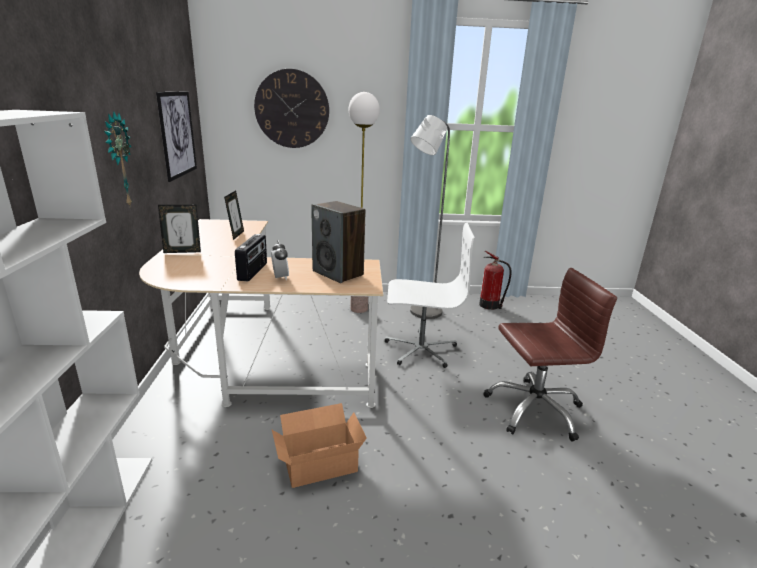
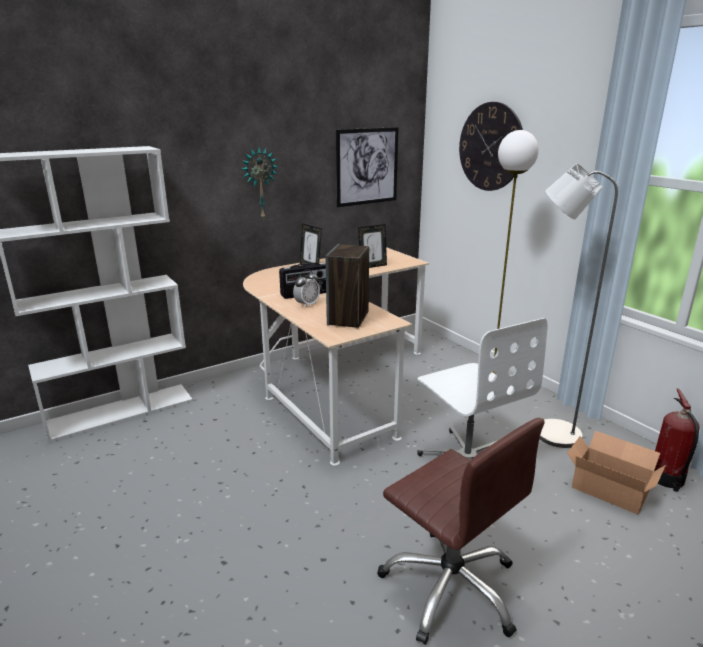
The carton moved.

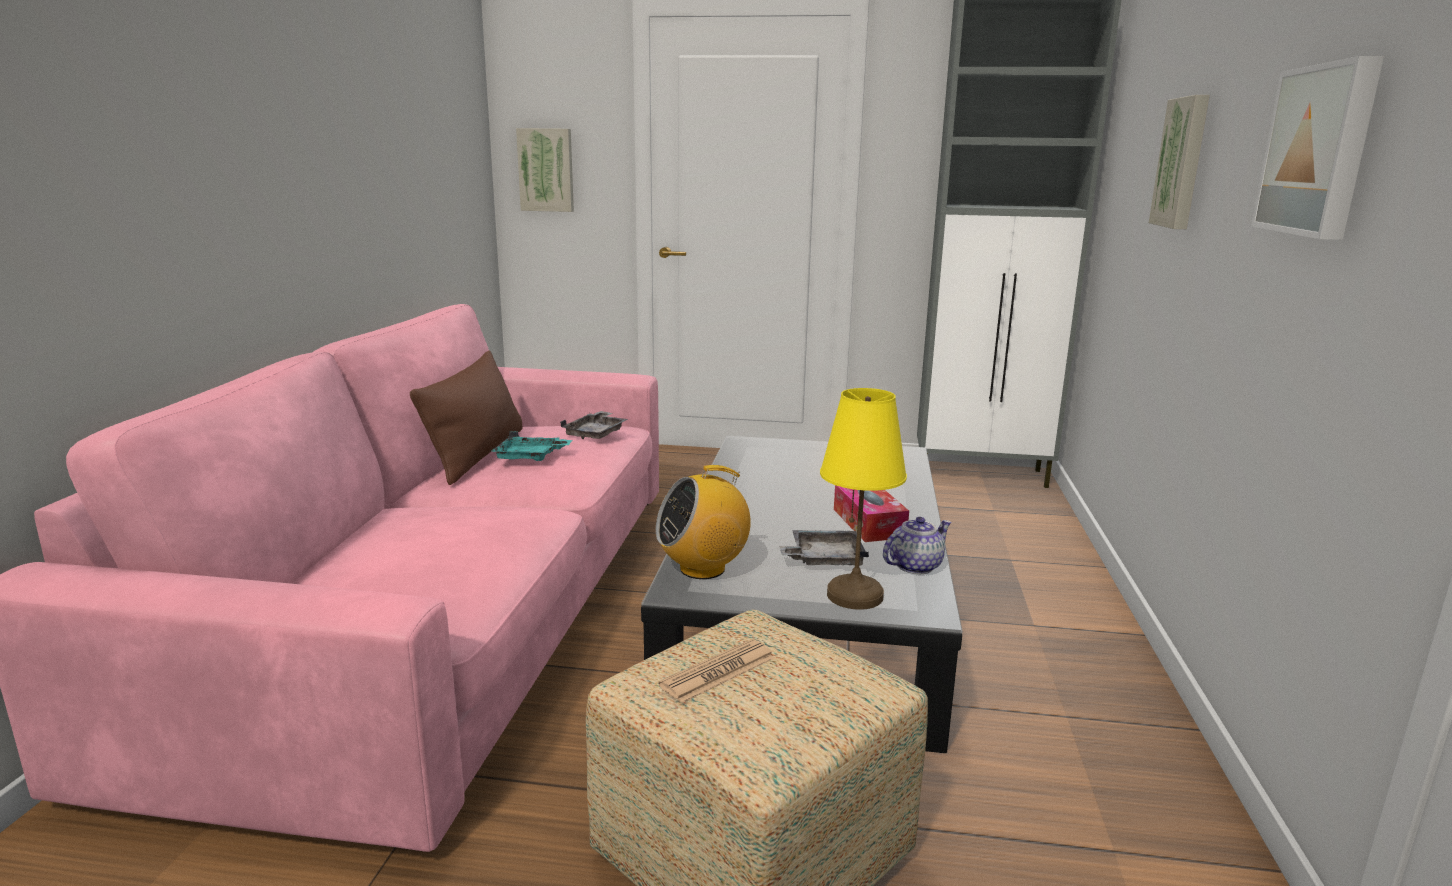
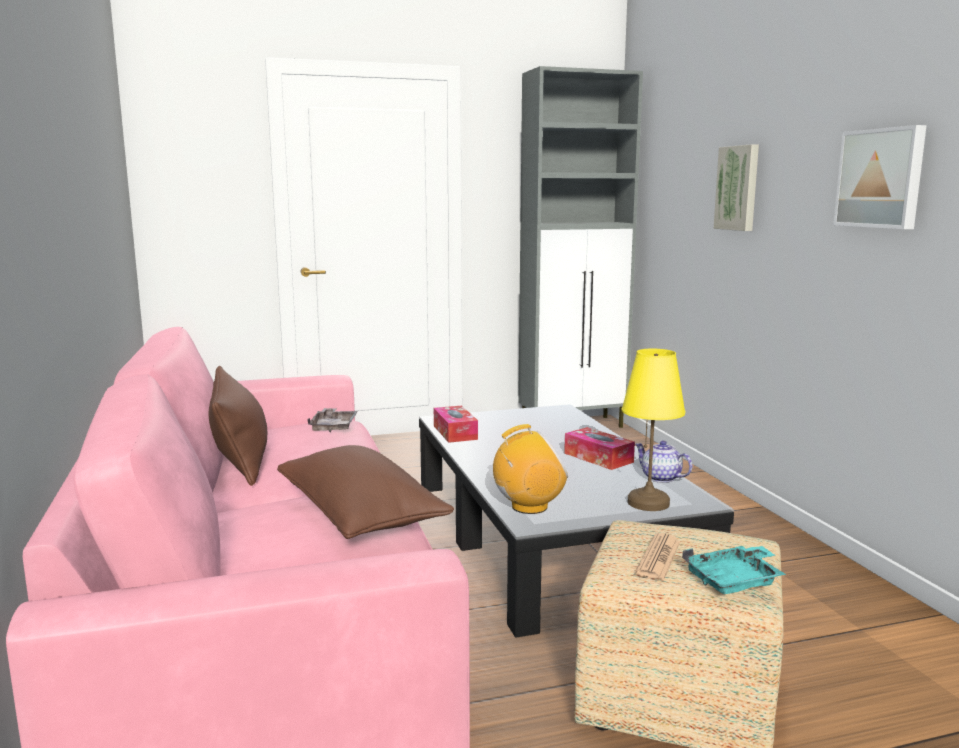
The tableau (1st from left) disappeared.
The plateau [turquoise] moved.
The radio turned 150 degrees counterclockwise.
The théière turned 75 degrees counterclockwise.
The plateau [gris] (2nd from left) disappeared.
The boîte à mouchoirs (1st from left) appeared.
The coussin [marron] (2nd from left) appeared.

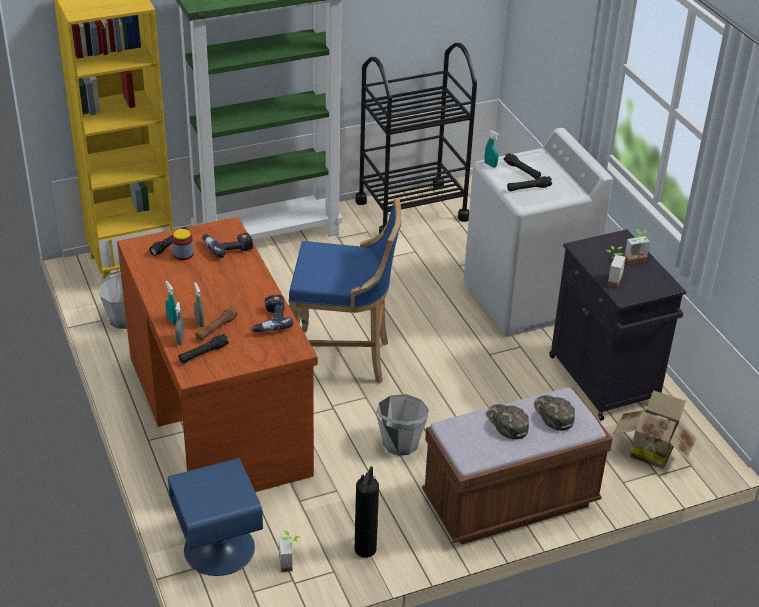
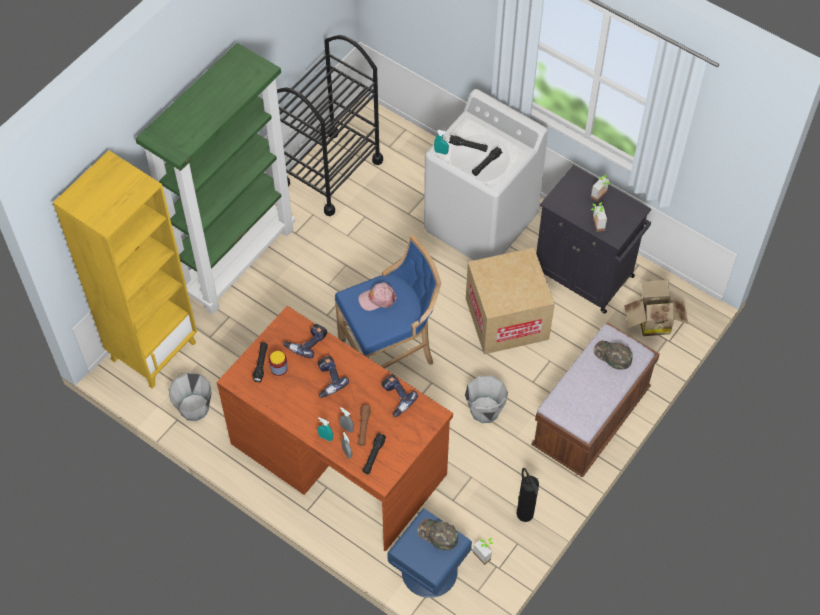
The casquette [vert] (1st from left) moved.
The carton (1st from left) appeared.
The casquette [rose] appeared.
The perceuse (2nd from left) appeared.

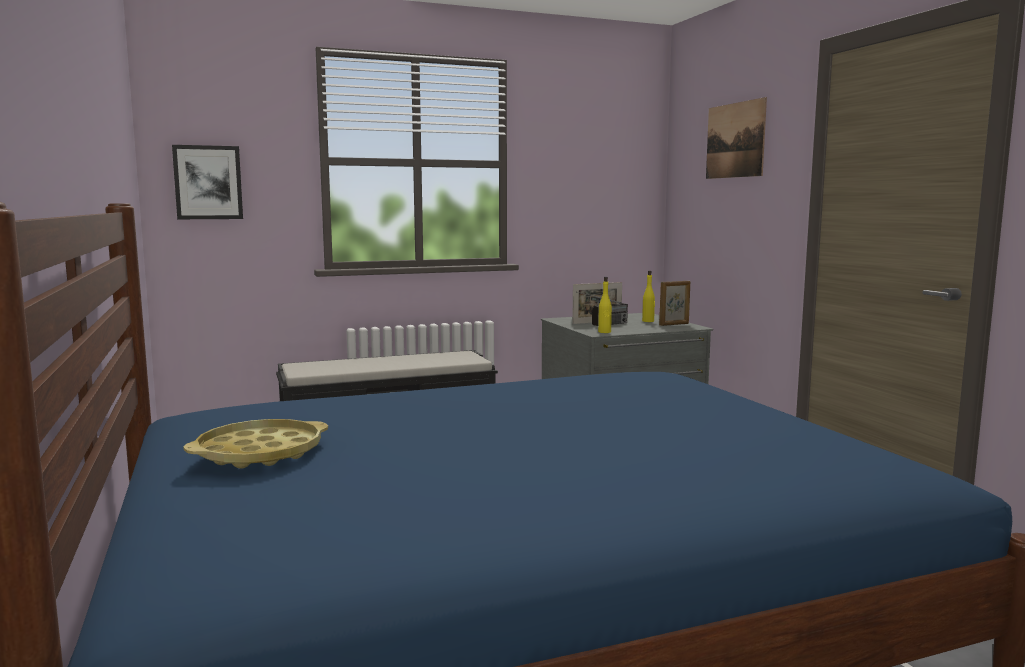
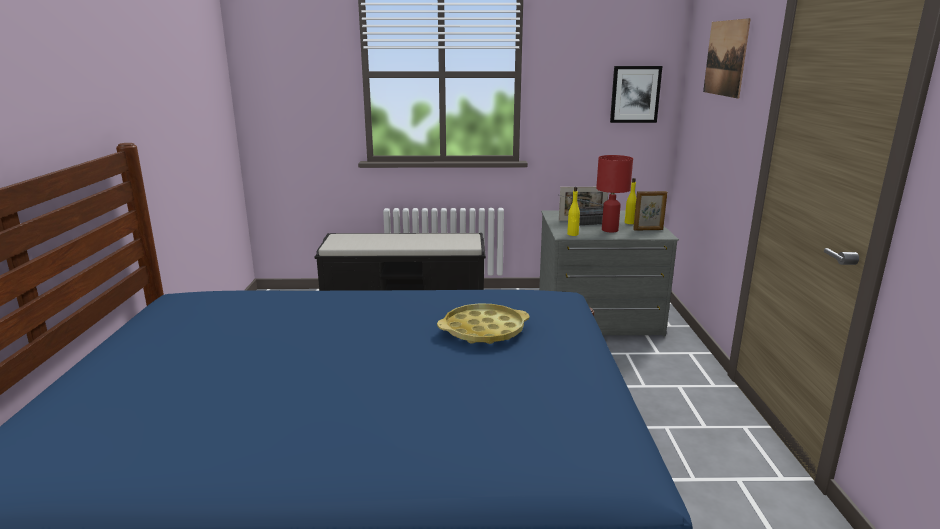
The tableau (1st from left) moved.
The plateau [jaune] moved.
The lampe de table [rouge] appeared.

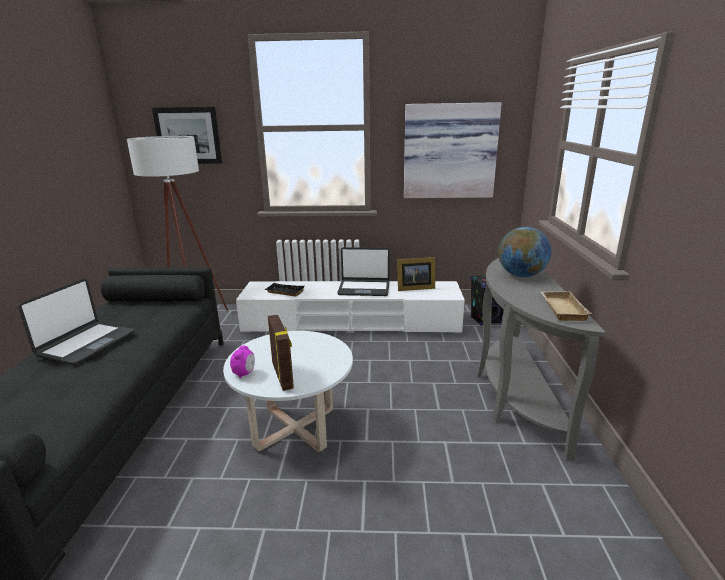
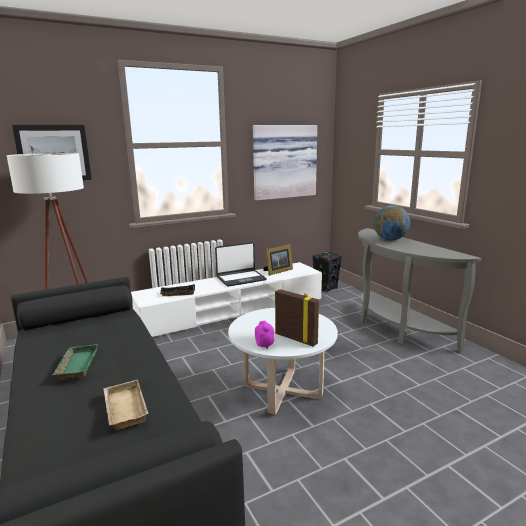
The ordinateur portable (1st from left) was replaced by the plateau [vert].
The plateau [beige] moved.

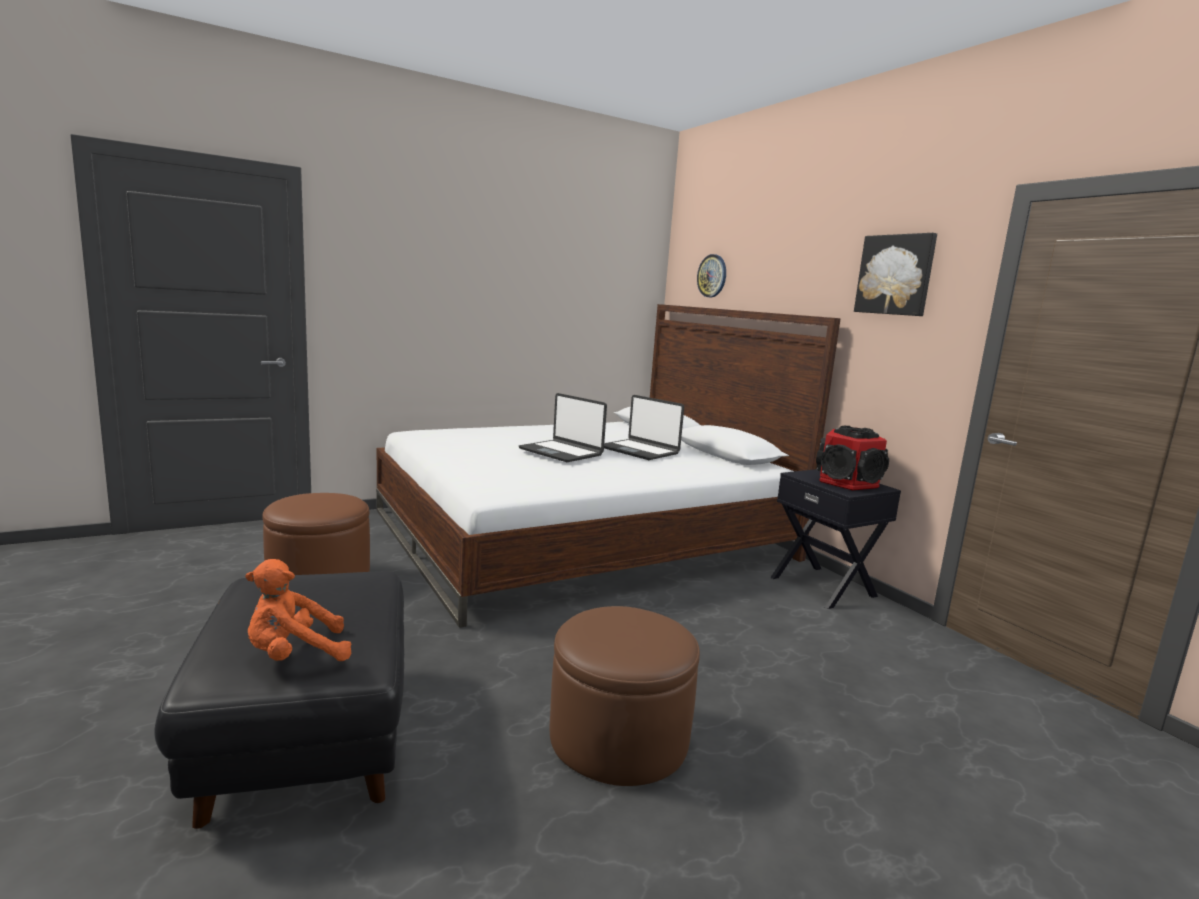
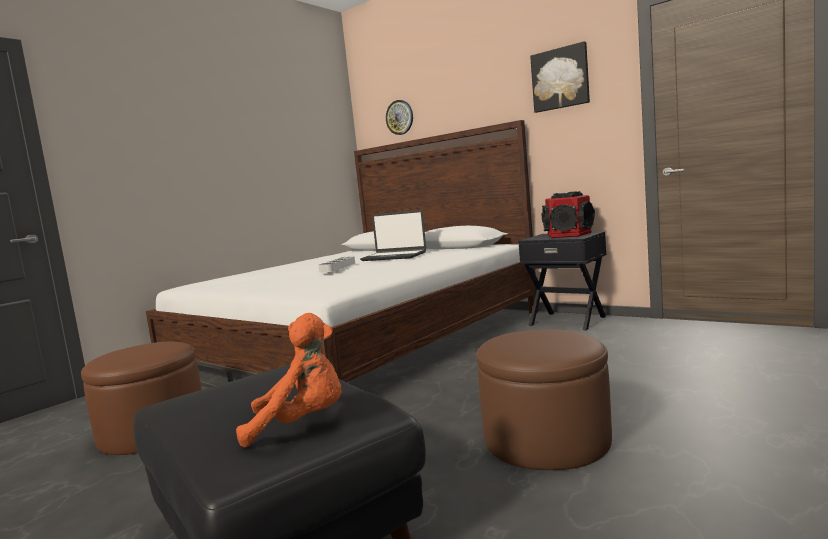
The ordinateur portable (1st from left) was replaced by the plateau [gris].
The peluche [orange] turned 135 degrees counterclockwise.

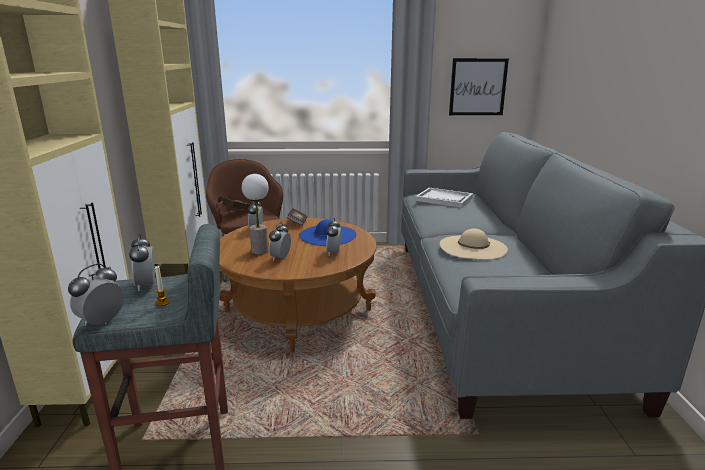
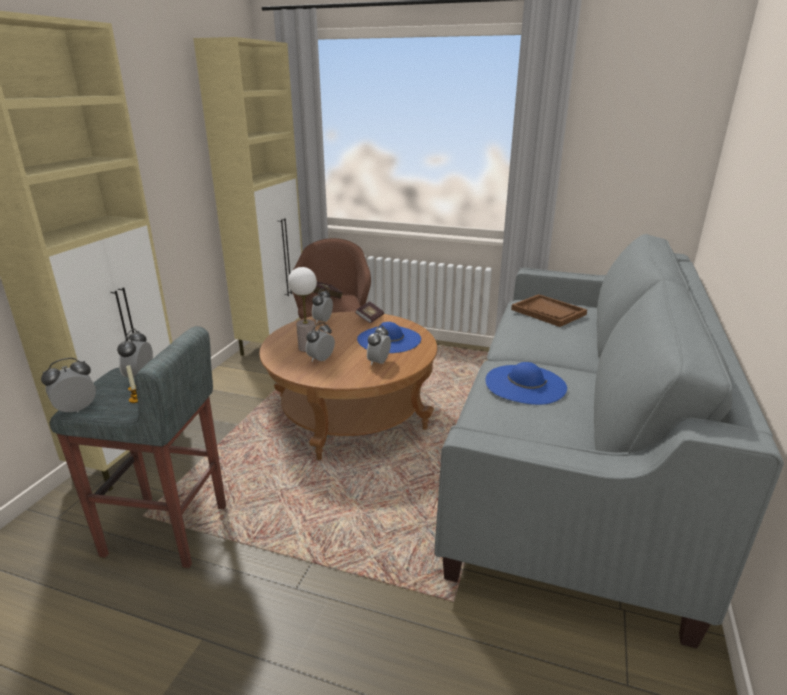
The tableau disappeared.
The plateau [blanc] became the plateau [marron].
The chapeau [beige] became the chapeau [bleu] (2nd from left).

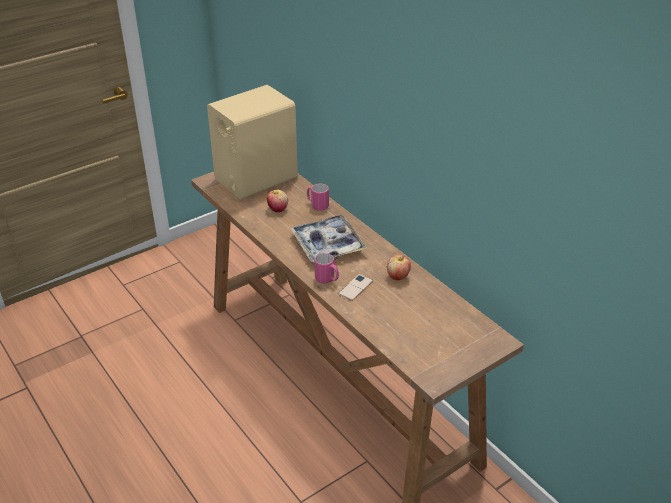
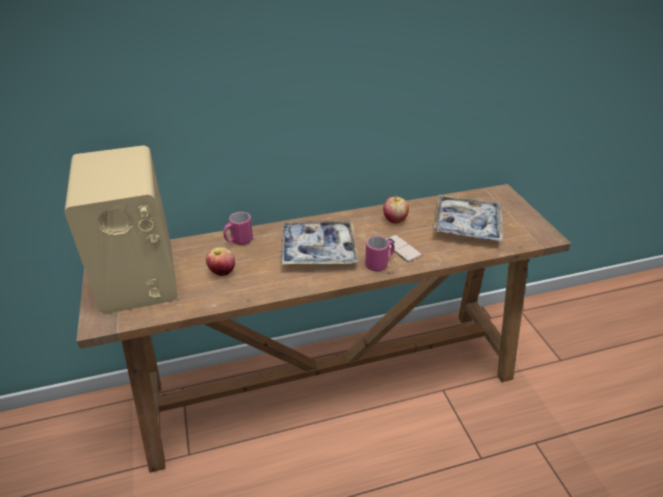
The plateau (2nd from left) appeared.

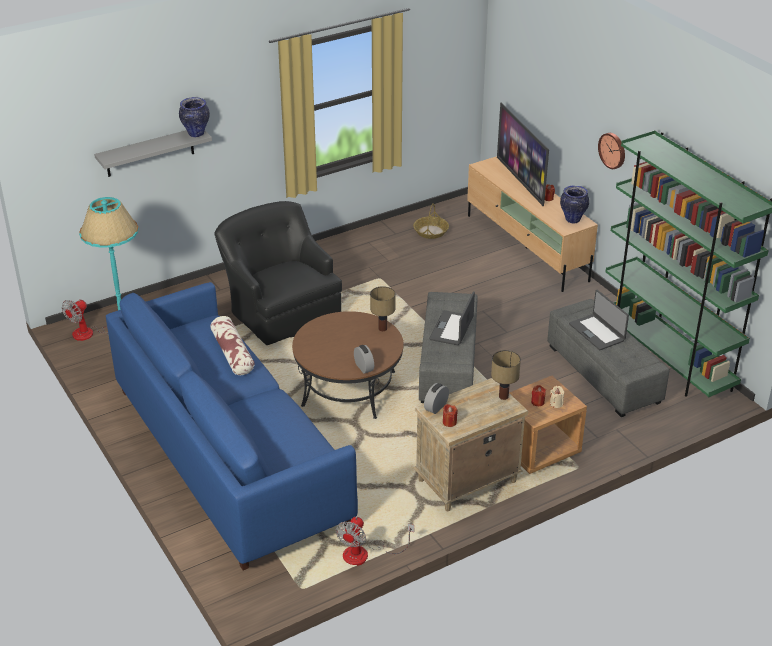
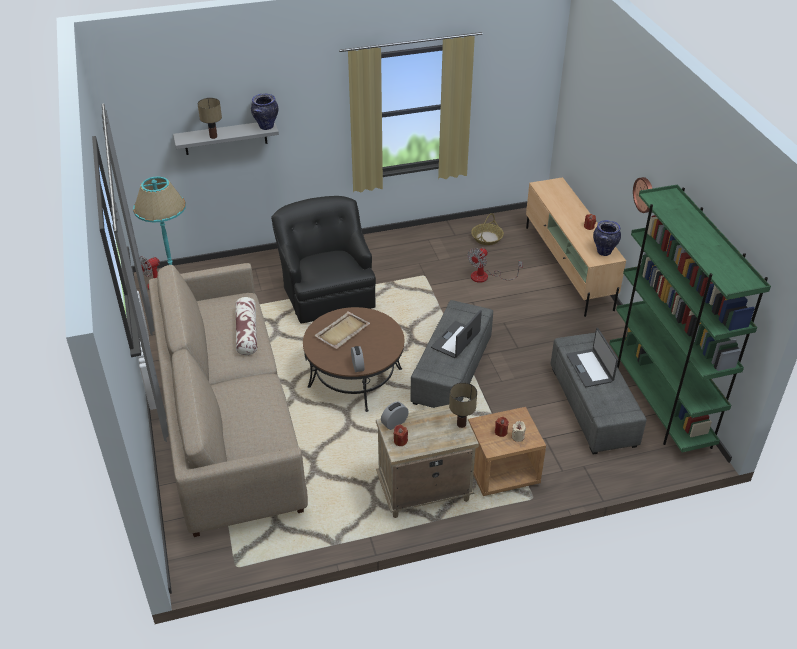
The téléviseur disappeared.
The canapé [bleu] became the canapé [beige].
The lampe de table (1st from left) moved.
The ventilateur (2nd from left) moved.
The plateau [beige] appeared.

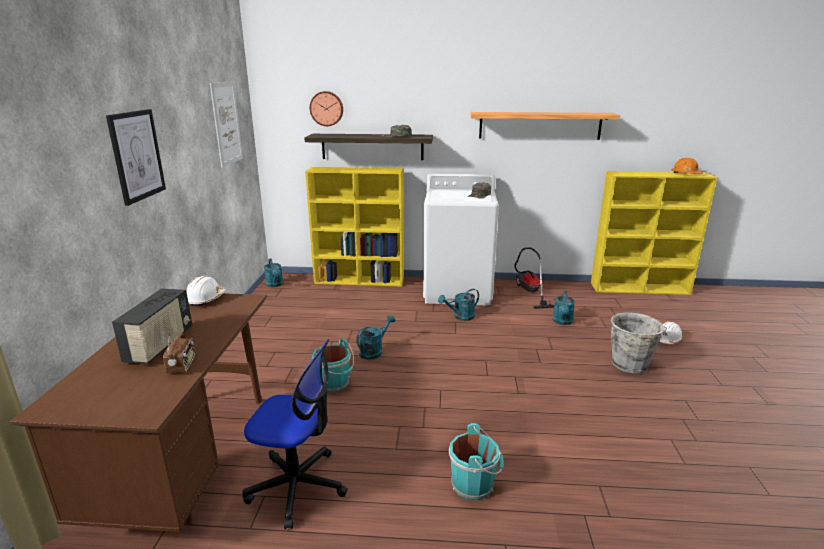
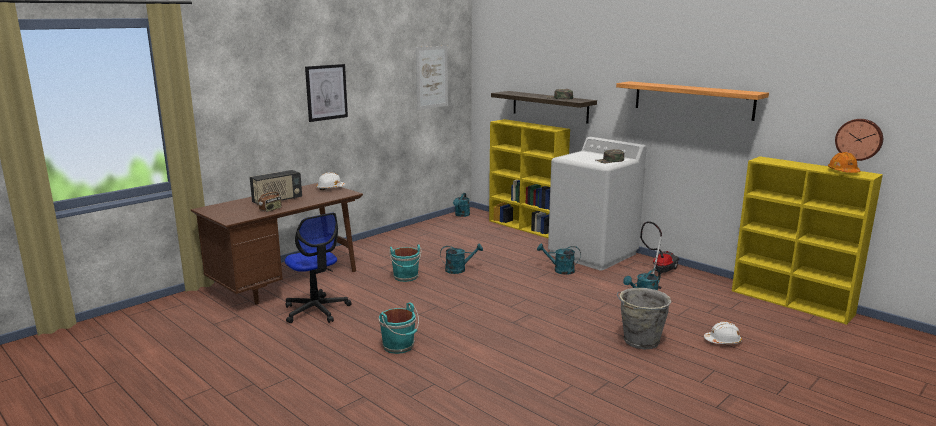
The horloge murale moved.

